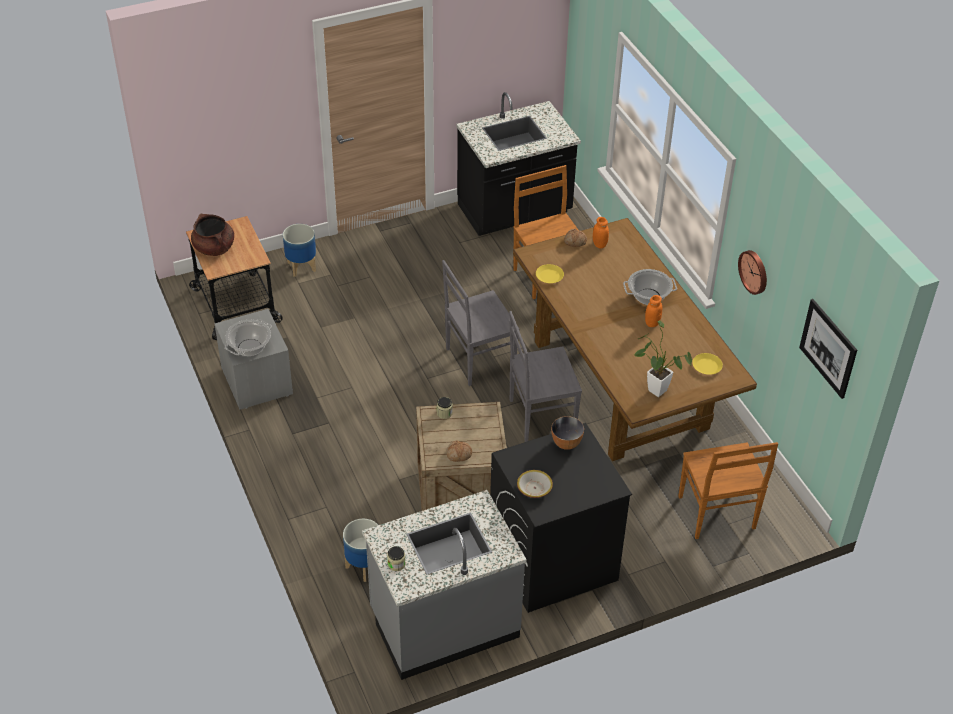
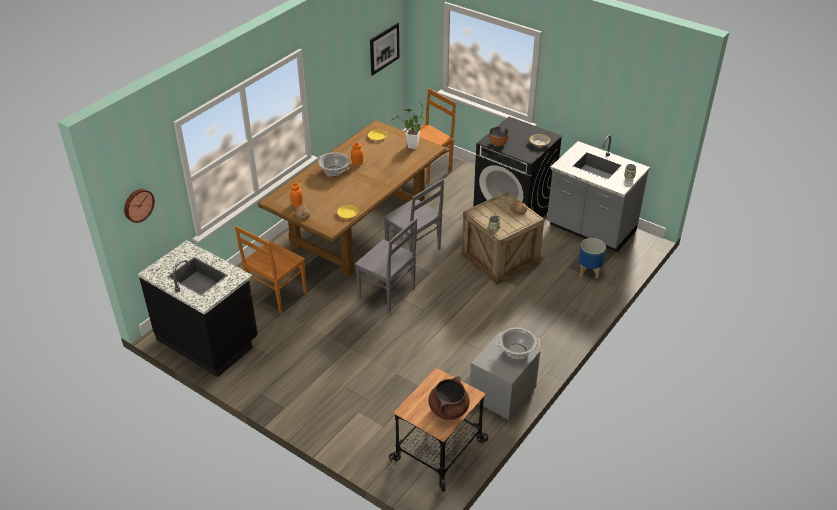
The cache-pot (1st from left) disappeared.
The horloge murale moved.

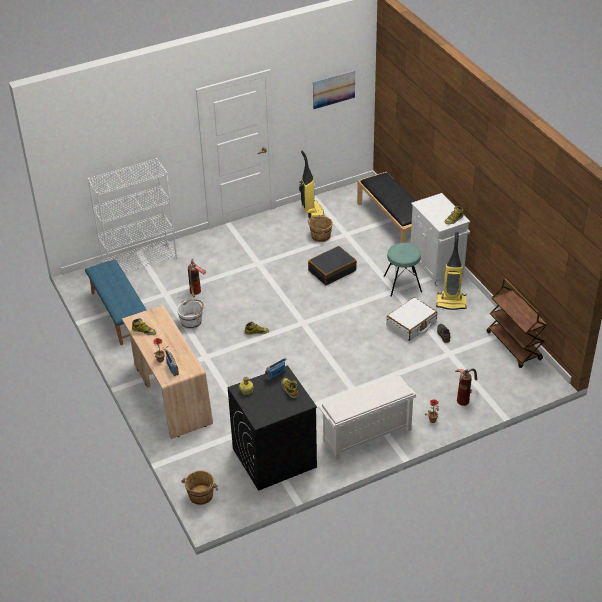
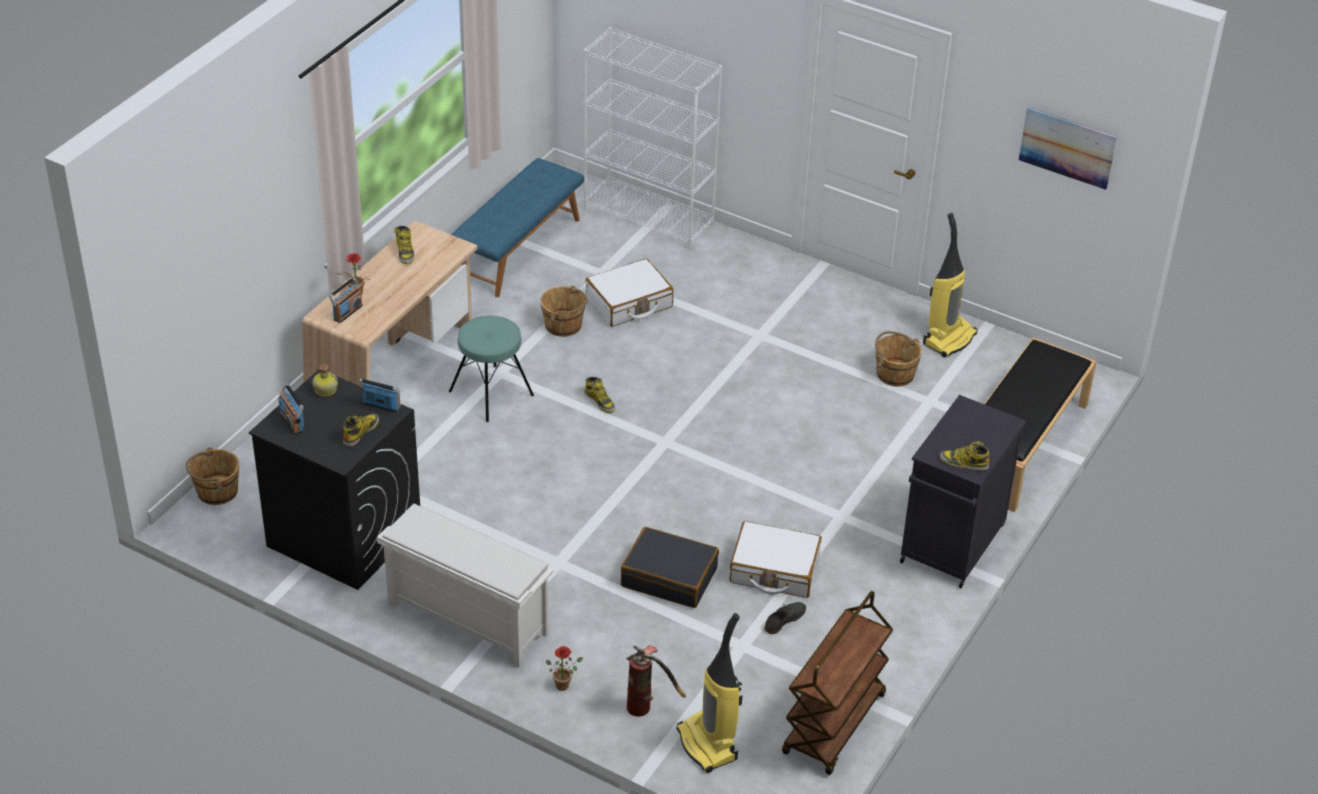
The meuble de rangement [blanc] became the meuble de rangement [noir].
The aspirateur (2nd from left in the first image) moved.
The tabouret [turquoise] moved.
The valise [noir] moved.
The extincteur (1st from left) was replaced by the valise [blanc] (1st from left).
The seau [blanc] became the seau [marron] (2nd from left).
The radio (1st from left) appeared.

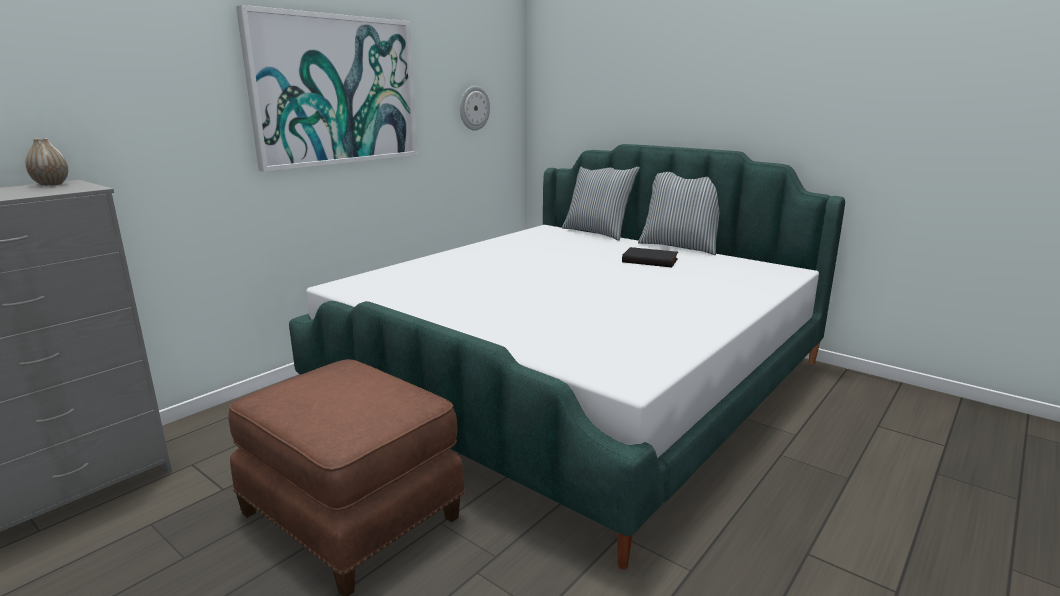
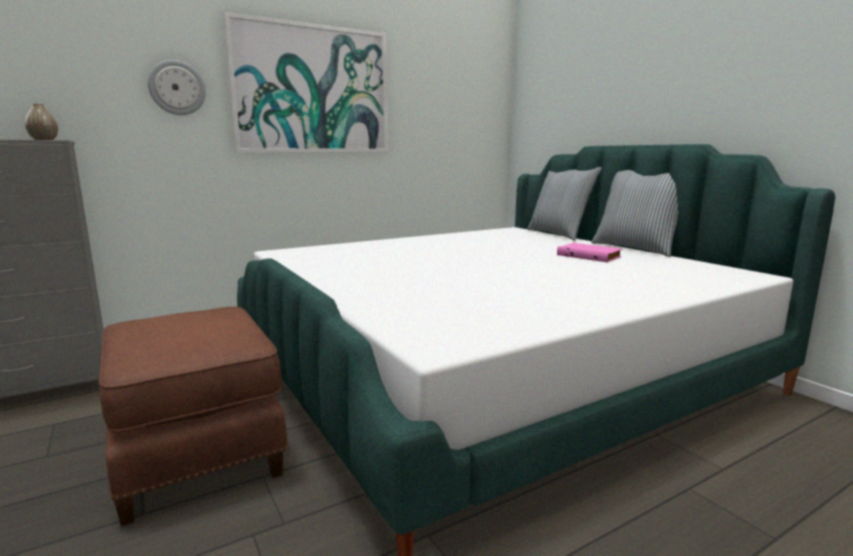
The horloge murale moved.
The livre [noir] became the livre [rose].

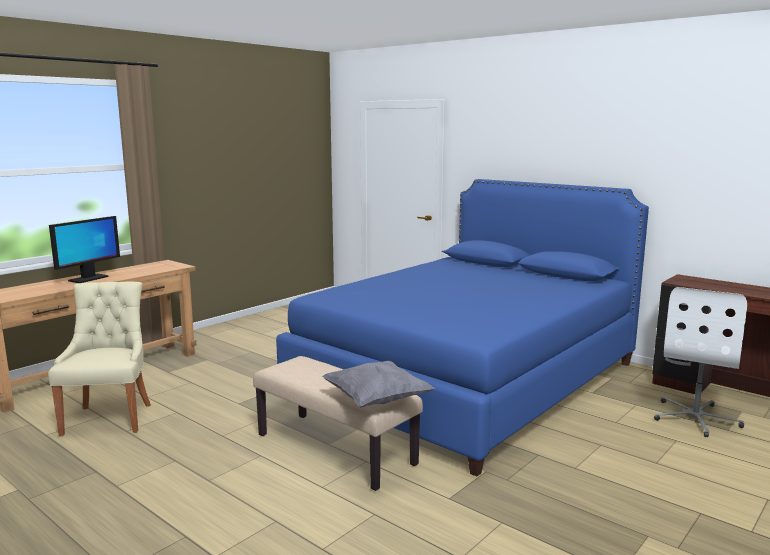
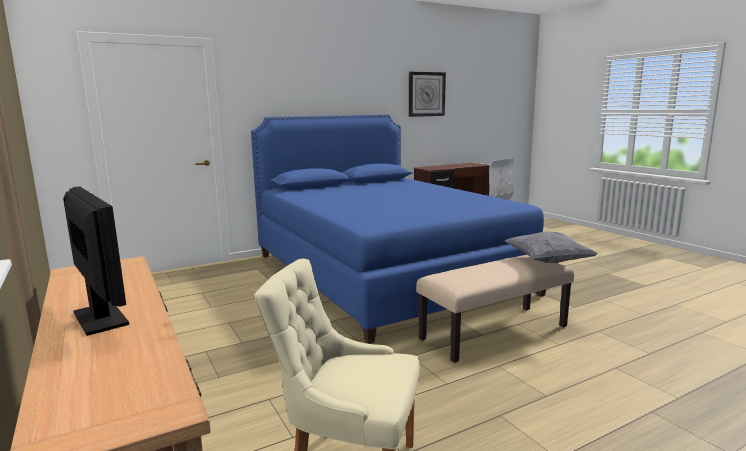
The horloge murale appeared.

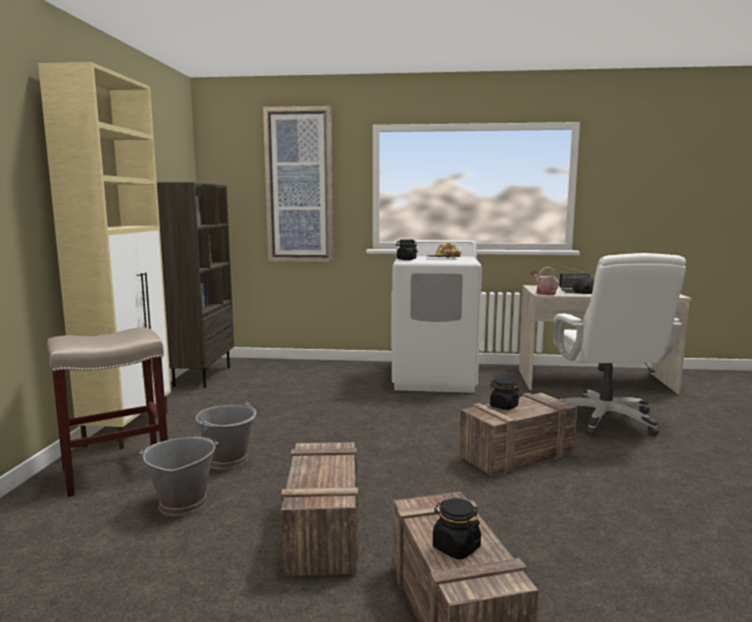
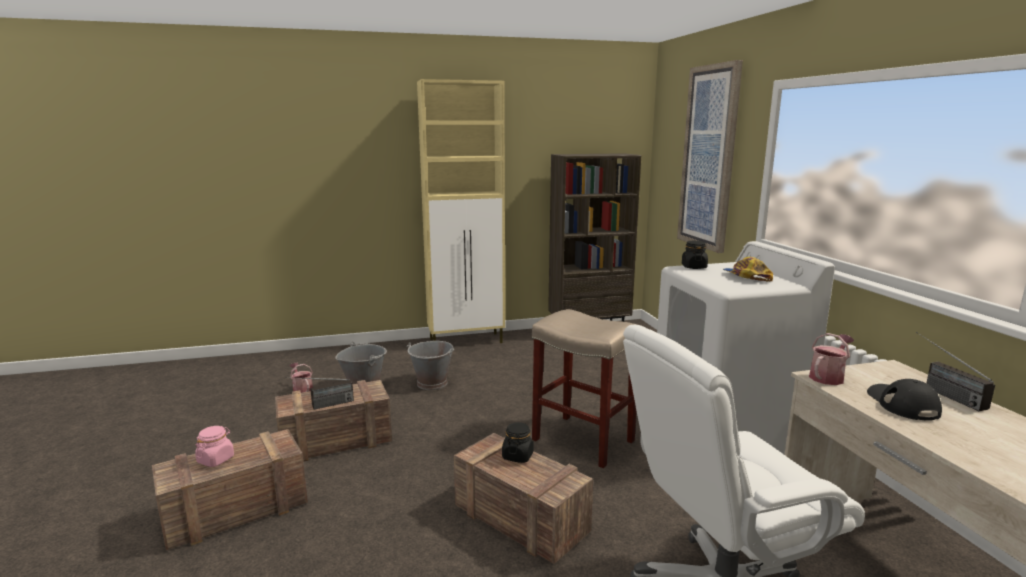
The tabouret [beige] moved.
The bocal [noir] (2nd from left) became the bocal [rose].
The arrosoir (1st from left) appeared.
The radio (1st from left) appeared.

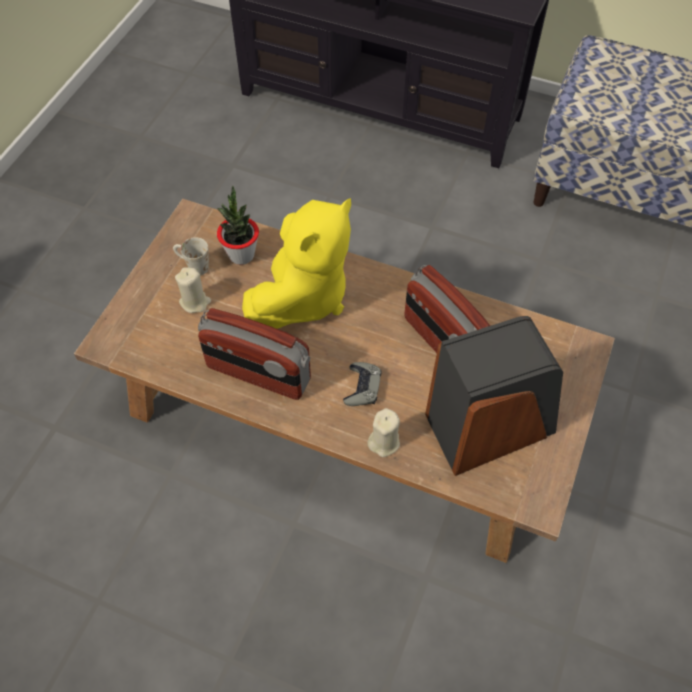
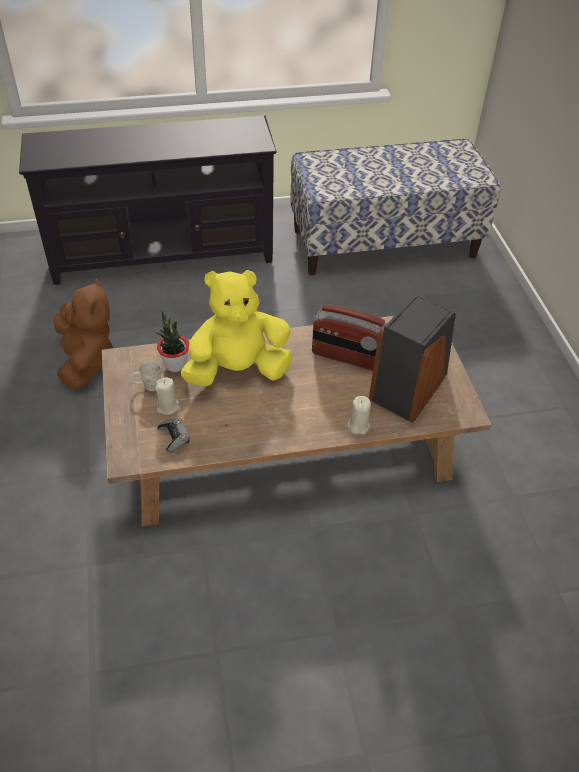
The peluche [jaune] turned 105 degrees counterclockwise.
The radio (1st from left) disappeared.
The manette [gris] moved.
The peluche [marron] appeared.

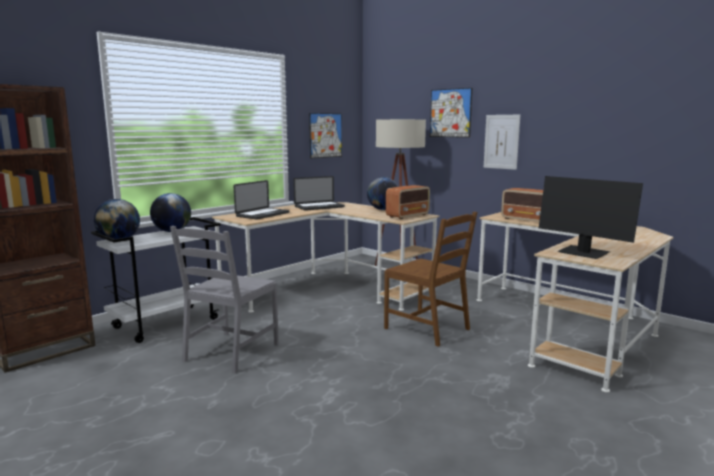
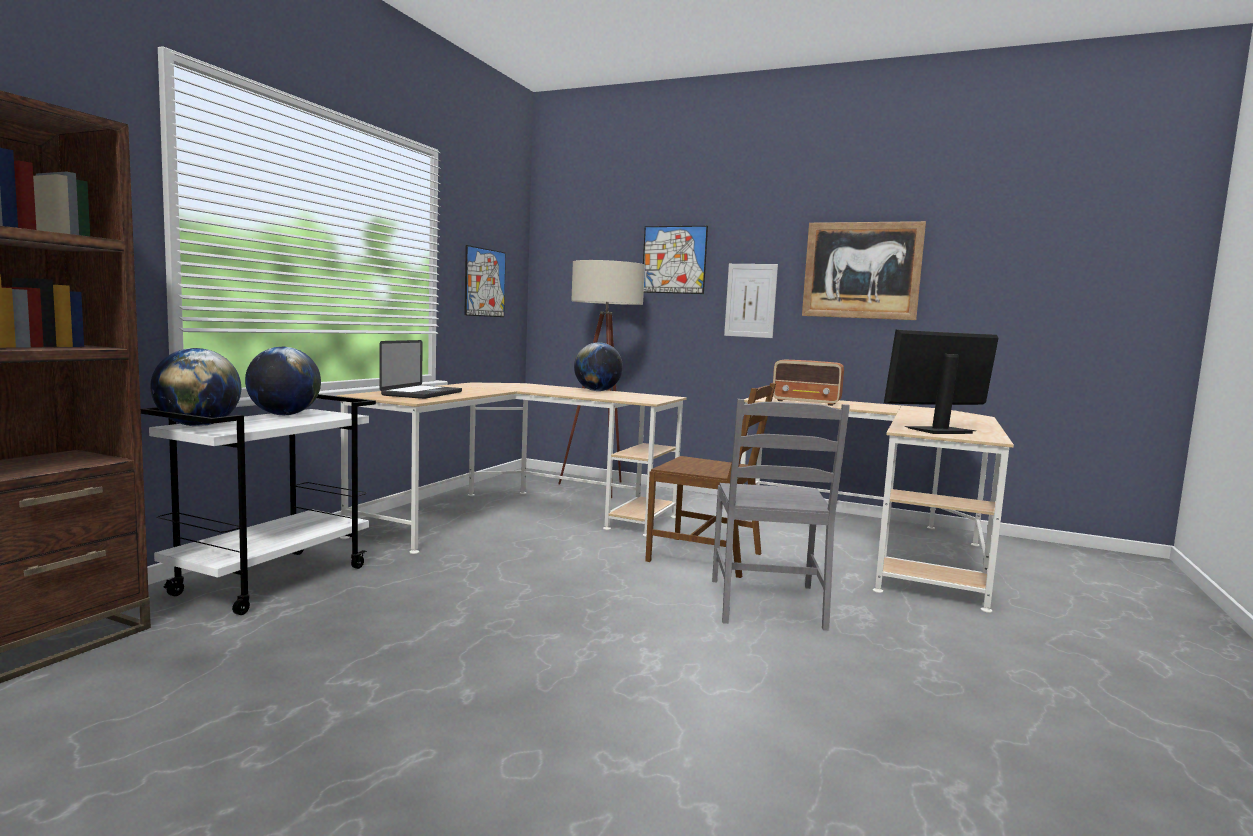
The ordinateur portable (2nd from left) disappeared.
The écran d'ordinateur turned 135 degrees clockwise.
The radio (1st from left) disappeared.
The chaise [gris] moved.
The tableau (4th from left) appeared.

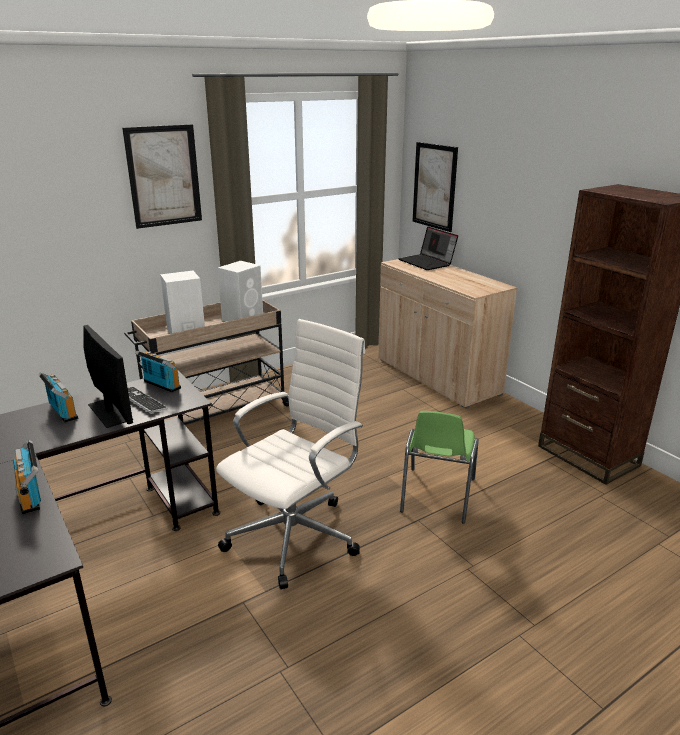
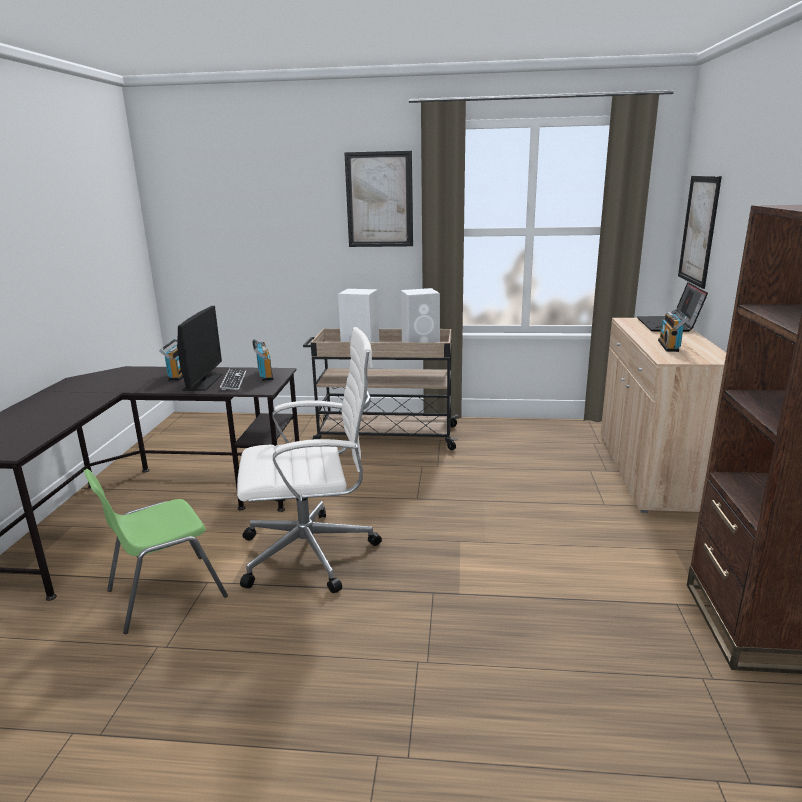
The chaise [vert] moved.
The radio (1st from left in the first image) moved.

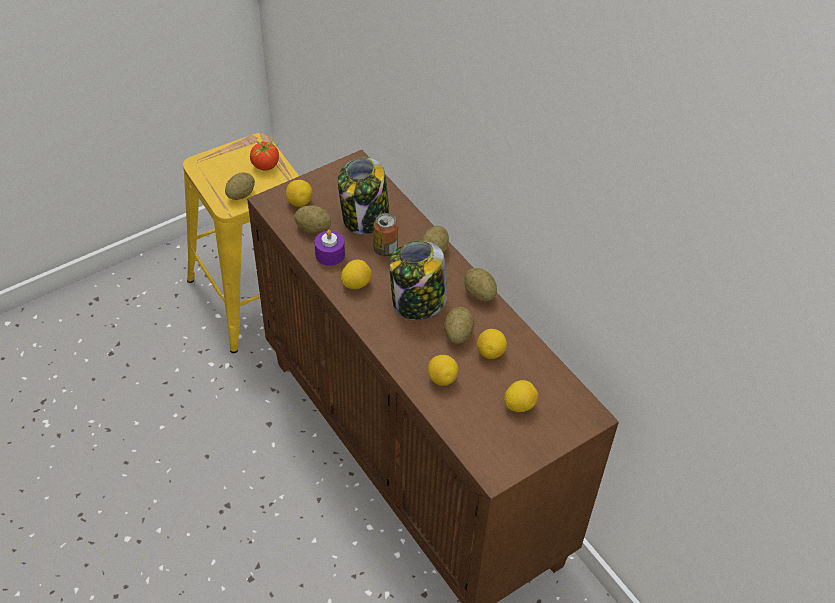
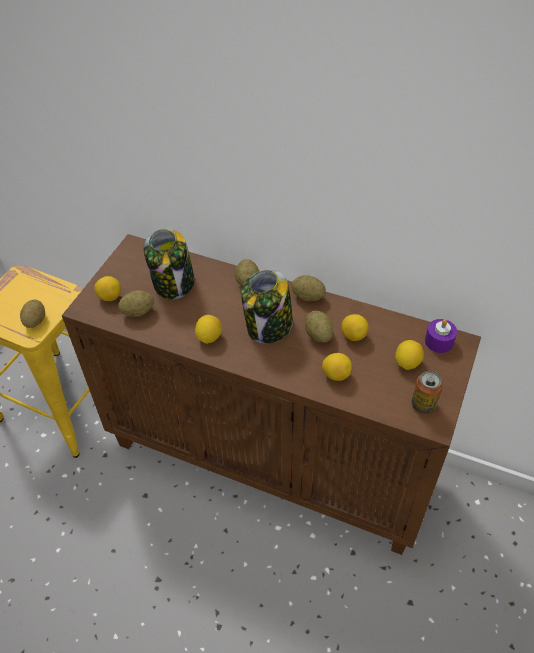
The tomate disappeared.
The boîte métallique moved.
The bougie [violet] moved.

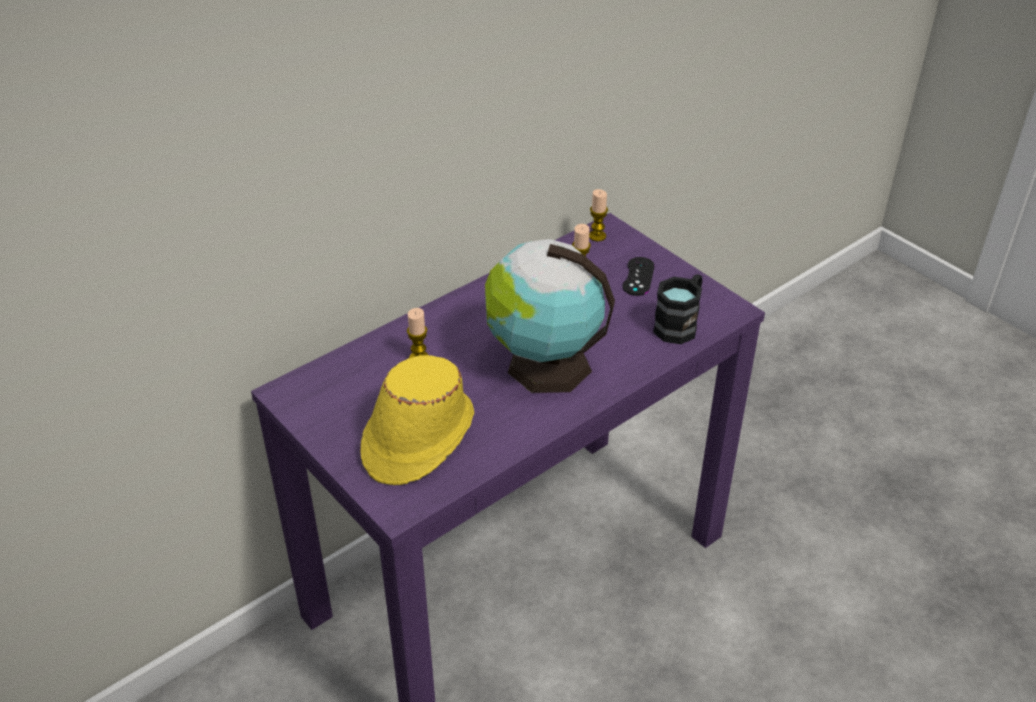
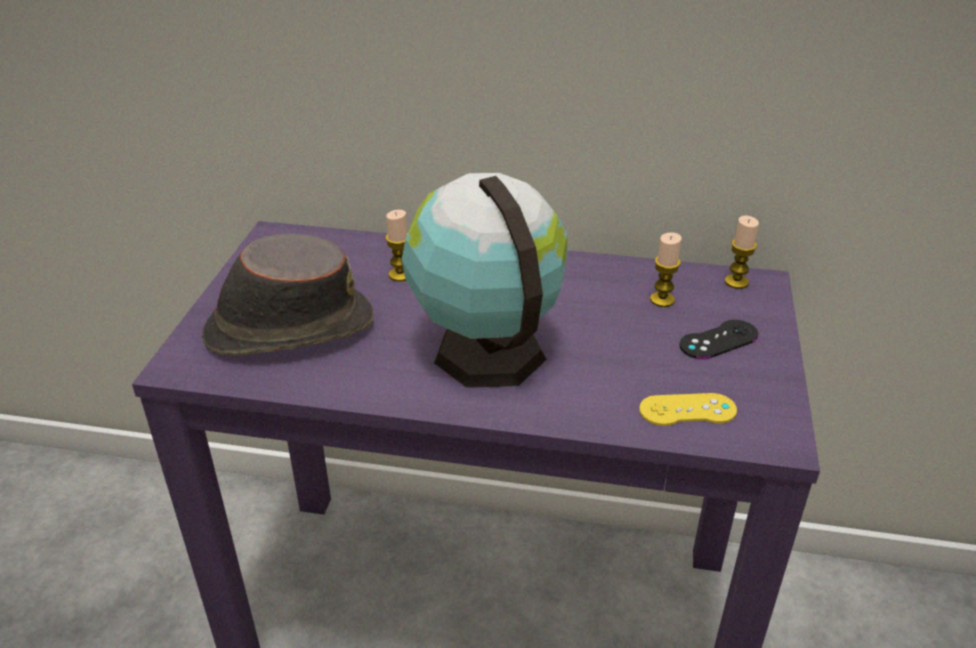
The mug [noir] was replaced by the manette [jaune].
The chapeau [jaune] became the chapeau [marron].

